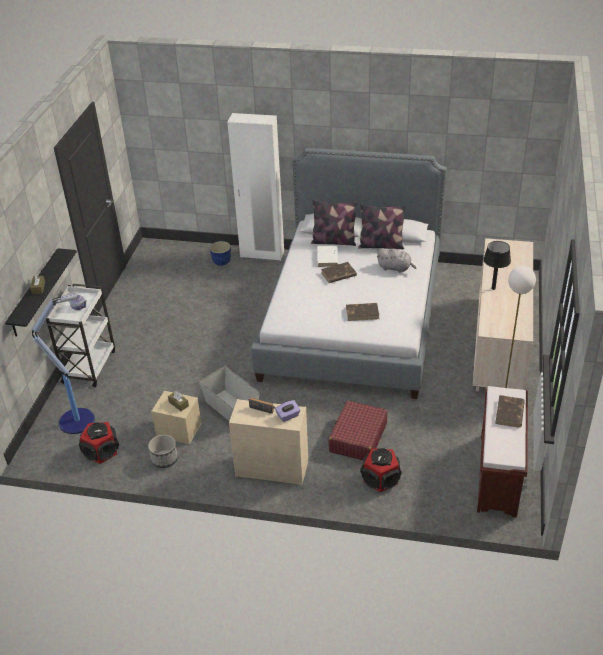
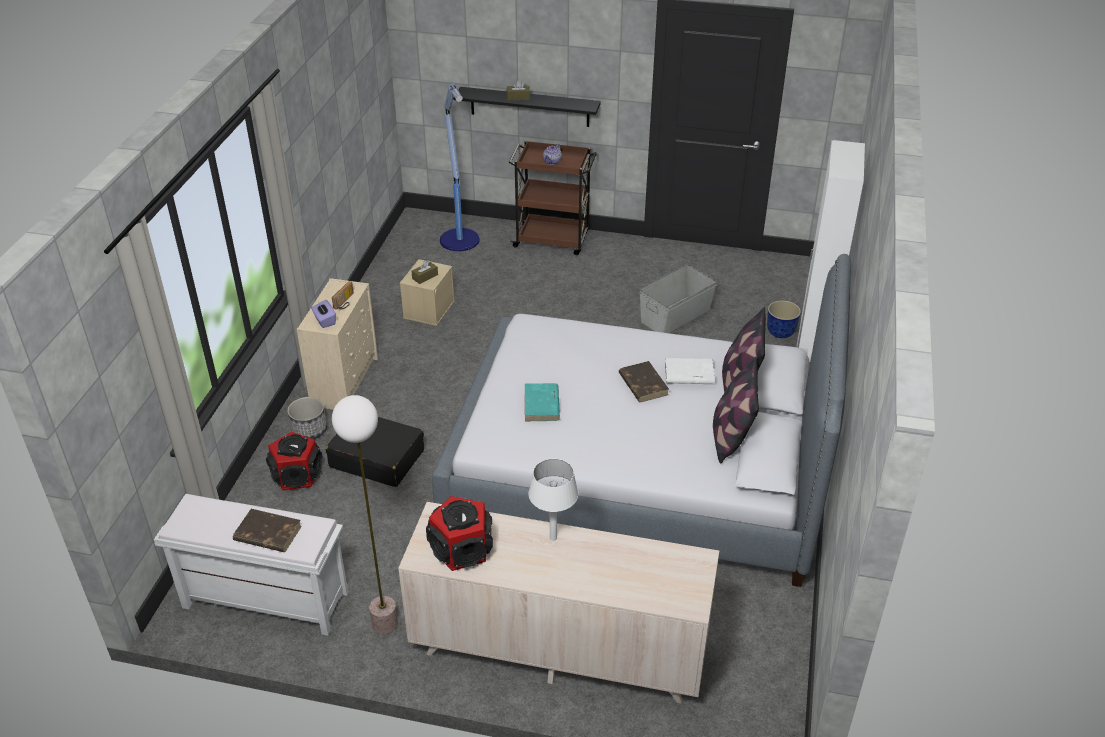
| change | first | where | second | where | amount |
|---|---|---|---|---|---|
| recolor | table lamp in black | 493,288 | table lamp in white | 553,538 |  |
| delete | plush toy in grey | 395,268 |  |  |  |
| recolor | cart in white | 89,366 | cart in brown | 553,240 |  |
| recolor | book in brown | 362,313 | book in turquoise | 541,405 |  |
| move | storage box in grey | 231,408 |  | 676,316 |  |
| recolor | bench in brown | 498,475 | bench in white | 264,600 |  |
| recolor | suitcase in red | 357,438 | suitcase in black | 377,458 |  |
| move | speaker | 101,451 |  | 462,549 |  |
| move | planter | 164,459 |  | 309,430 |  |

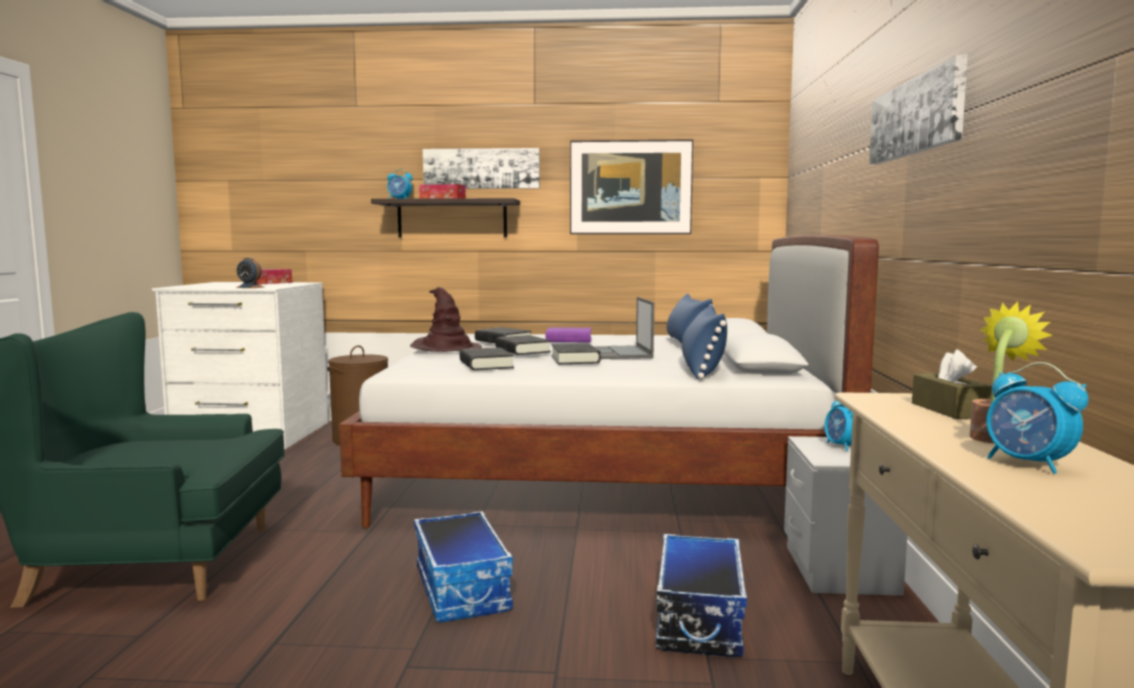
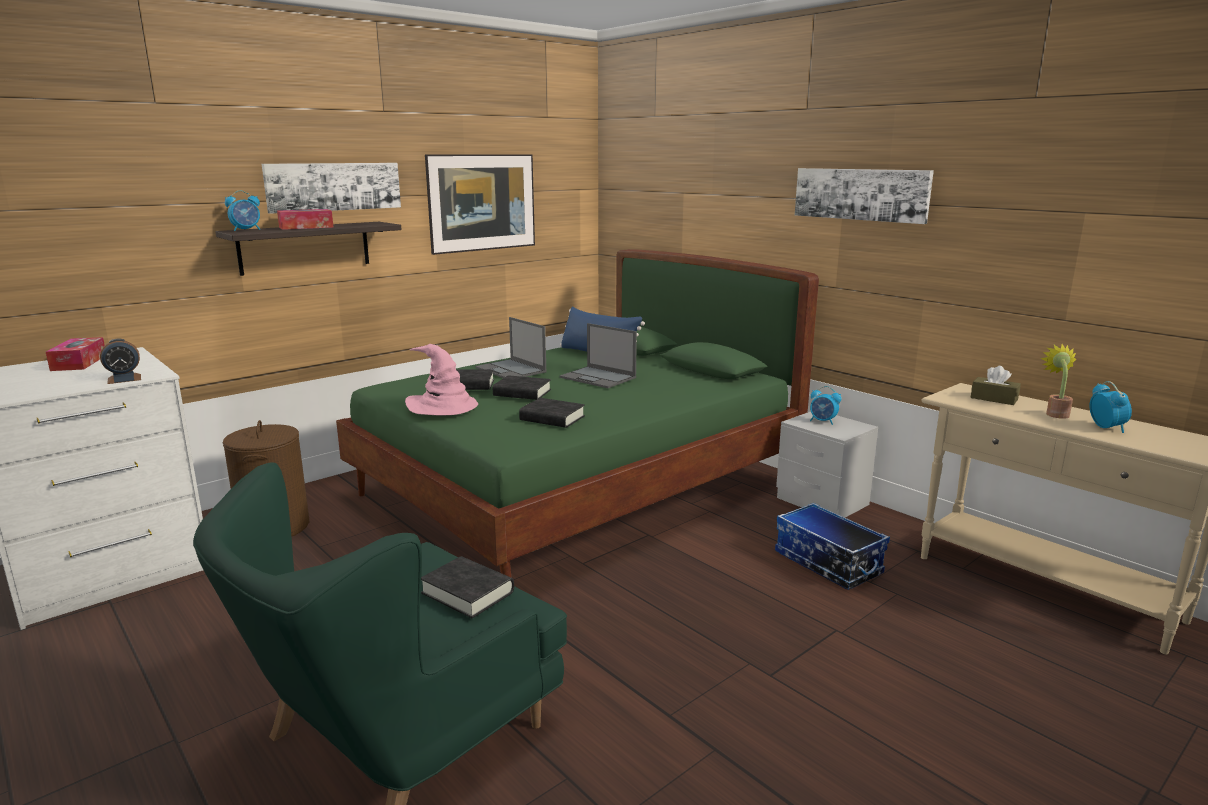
| change | first | where | second | where | amount |
|---|---|---|---|---|---|
| recolor | bed in white | 601,479 | bed in green | 580,489 |  |
| recolor | hat in brown | 446,348 | hat in pink | 443,406 |  |
| delete | pillow in blue | 702,367 |  |  |  |
| replace | book in purple | 569,340 | laptop | 511,370 |  |
| move | book in black | 575,359 |  | 467,592 |  |
| rotate | alarm clock | 1028,464 |  | 1106,428 | 105 degrees counterclockwise |
| delete | storage box | 463,589 |  |  |  |

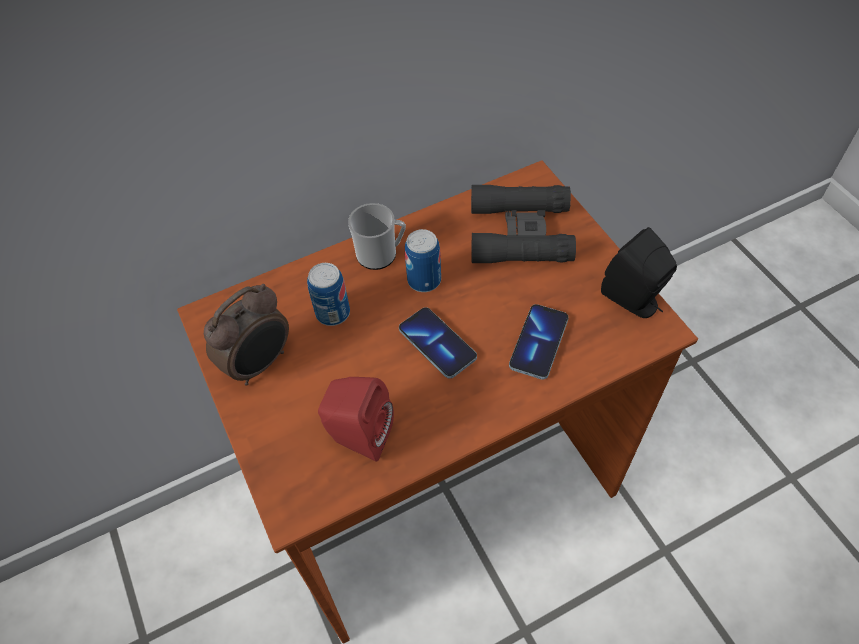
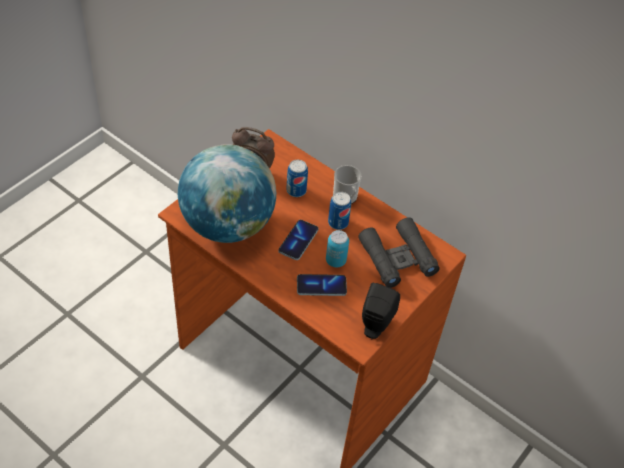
| change | first | where | second | where | amount |
|---|---|---|---|---|---|
| replace | speaker in red | 358,436 | globe | 228,225 |  |
| insert |  |  | can | 335,261 |  |

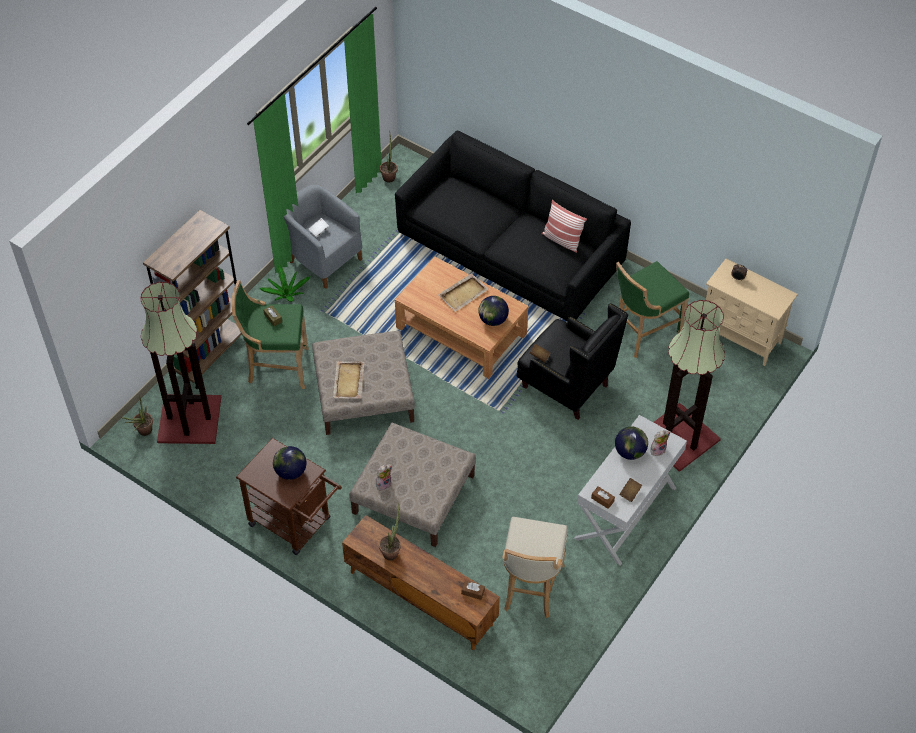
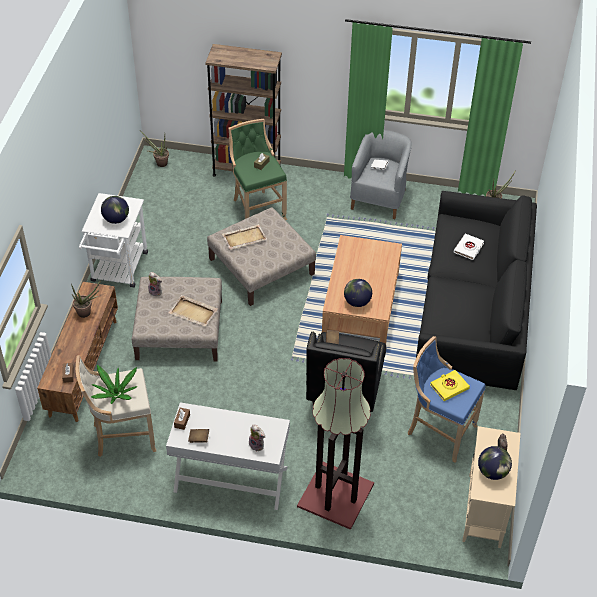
| change | first | where | second | where | amount |
|---|---|---|---|---|---|
| delete | pillow | 562,240 |  |  |  |
| recolor | stool in green | 642,333 | stool in blue | 439,431 |  |
| move | potted plant | 286,294 |  | 116,394 |  |
| move | tray in beige | 463,293 |  | 193,312 |  |
| delete | floor lamp | 188,419 |  |  |  |
| move | globe | 630,452 |  | 492,472 |  |
| recolor | cart in brown | 295,524 | cart in white | 118,271 |  |
| insert |  |  | book in white | 468,248 |  |
| insert |  |  | book in yellow | 449,387 |  |

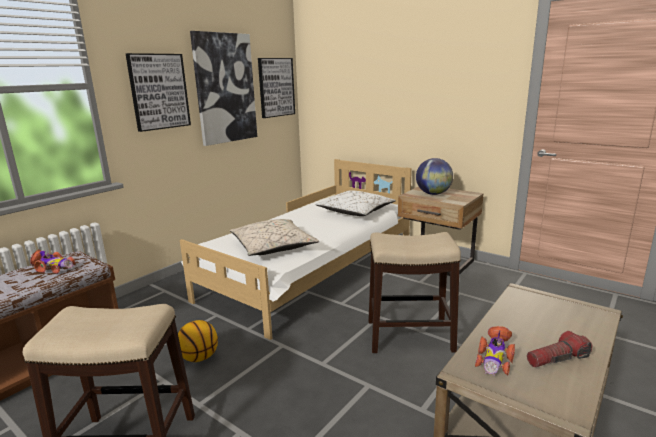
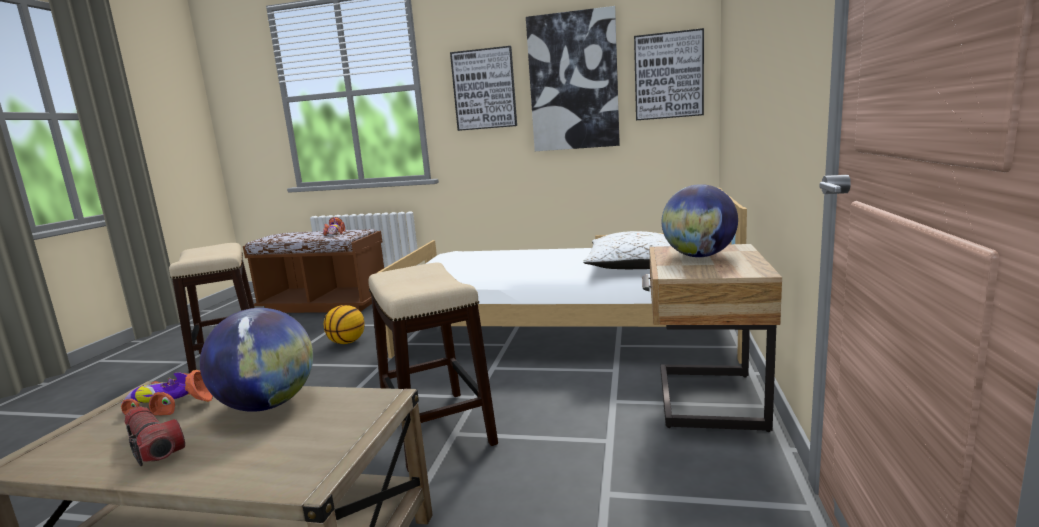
| change | first | where | second | where | amount |
|---|---|---|---|---|---|
| delete | pillow in beige | 273,247 |  |  |  |
| insert |  |  | globe | 268,404 |  |

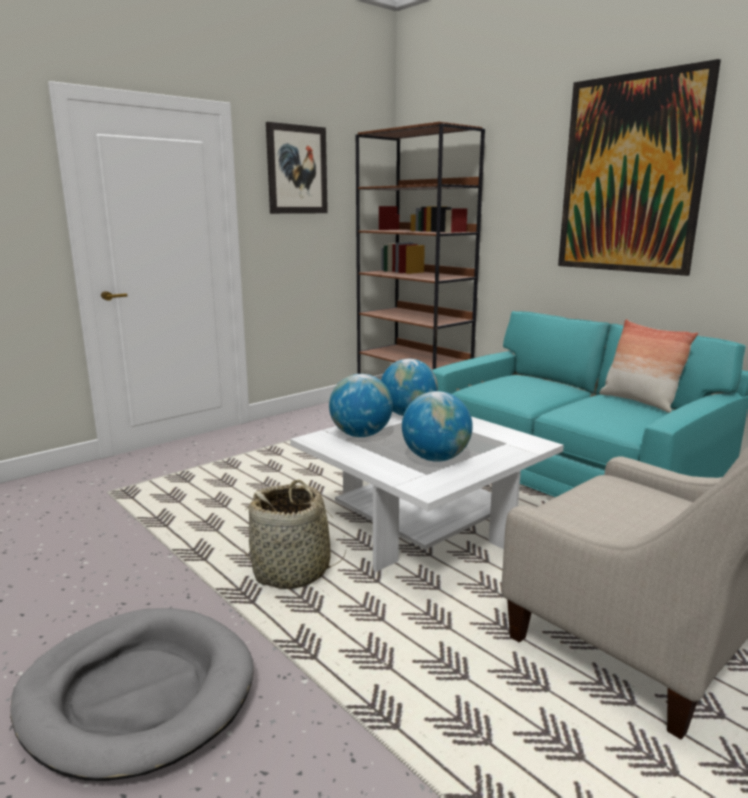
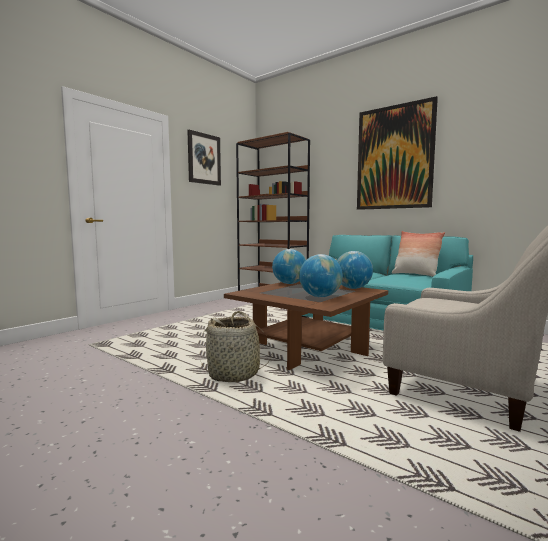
| change | first | where | second | where | amount |
|---|---|---|---|---|---|
| move | globe | 360,435 |  | 352,288 |  |
| recolor | coffee table in white | 422,528 | coffee table in brown | 307,349 |  |
| delete | dog bed in grey | 138,694 |  |  |  |

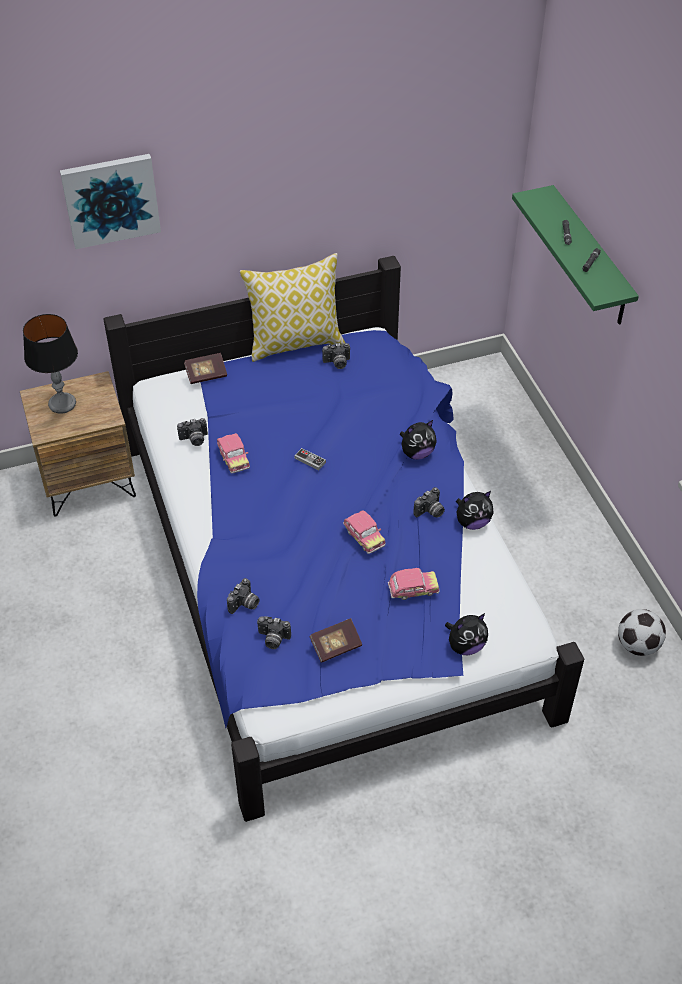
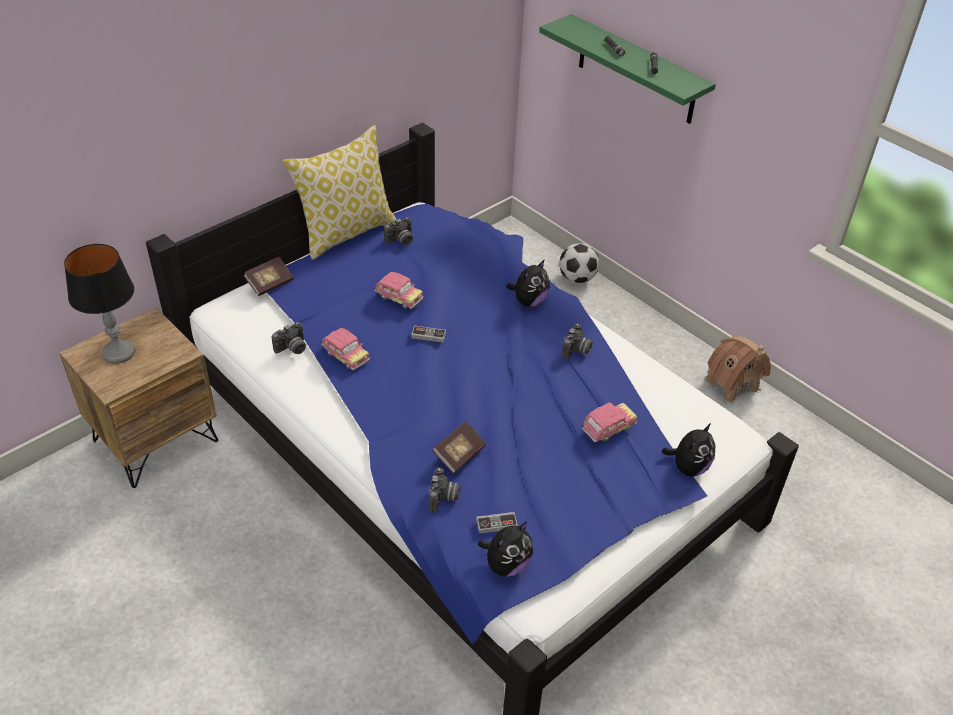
| change | first | where | second | where | amount |
|---|---|---|---|---|---|
| delete | picture | 111,199 |  |  |  |
| move | plush toy | 472,522 |  | 506,565 |  |
| move | toy car | 363,537 |  | 398,297 |  |
| move | football | 637,645 |  | 577,278 |  |
| replace | photo camera | 273,639 | game controller | 496,524 |  |
| move | book | 336,646 |  | 459,454 |  |
| insert |  |  | toy house | 732,385 |  |

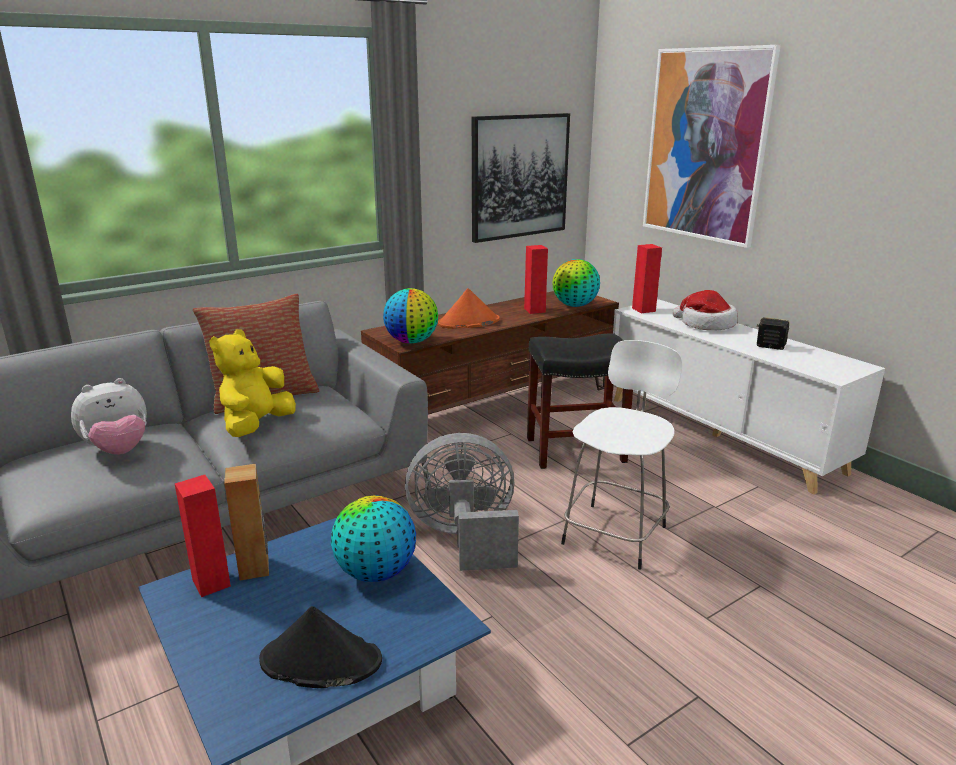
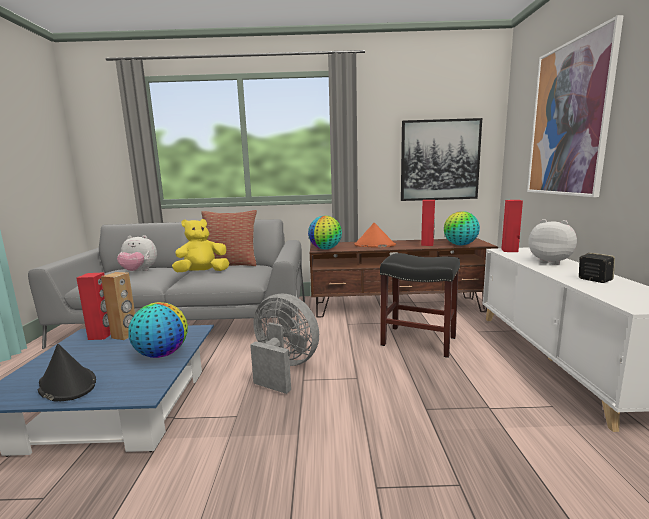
| change | first | where | second | where | amount |
|---|---|---|---|---|---|
| replace | hat | 706,324 | plush toy | 551,262 |  |
| delete | stool in white | 616,533 |  |  |  |

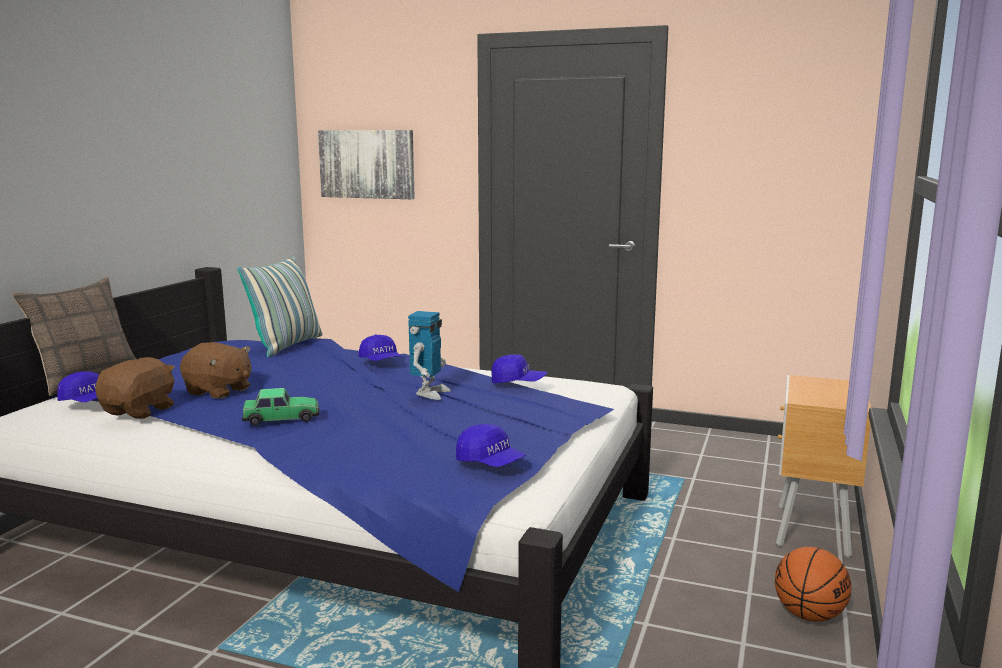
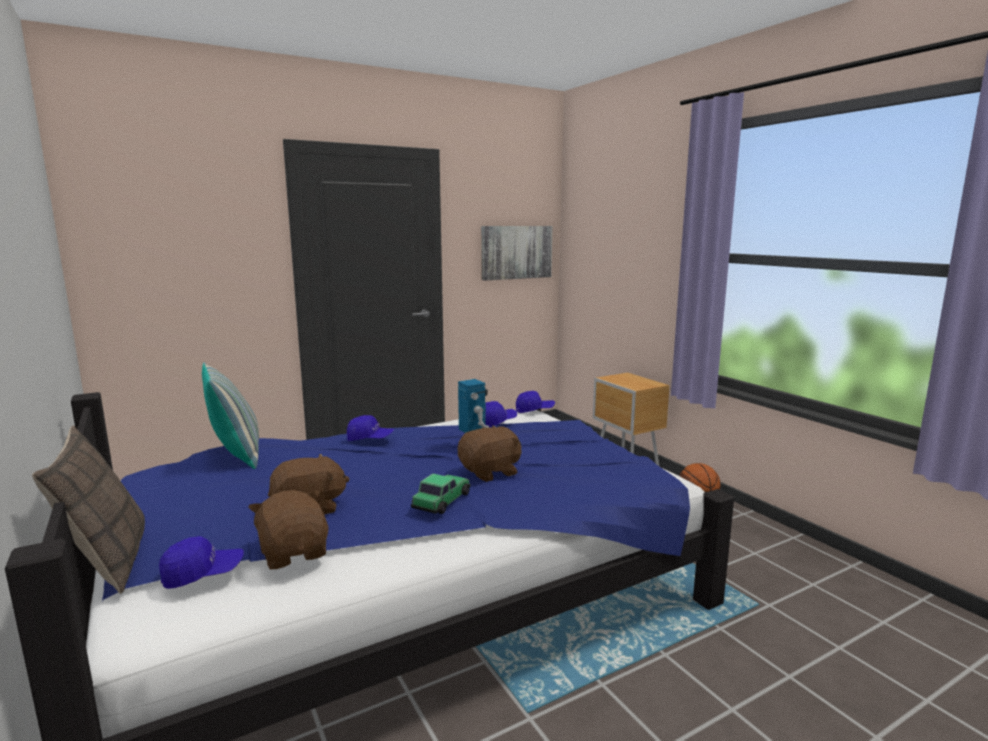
| change | first | where | second | where | amount |
|---|---|---|---|---|---|
| move | picture | 367,164 |  | 516,252 |  |
| move | cap in blue | 490,463 |  | 534,410 |  |
| insert |  |  | plush toy in brown | 490,472 |  |

